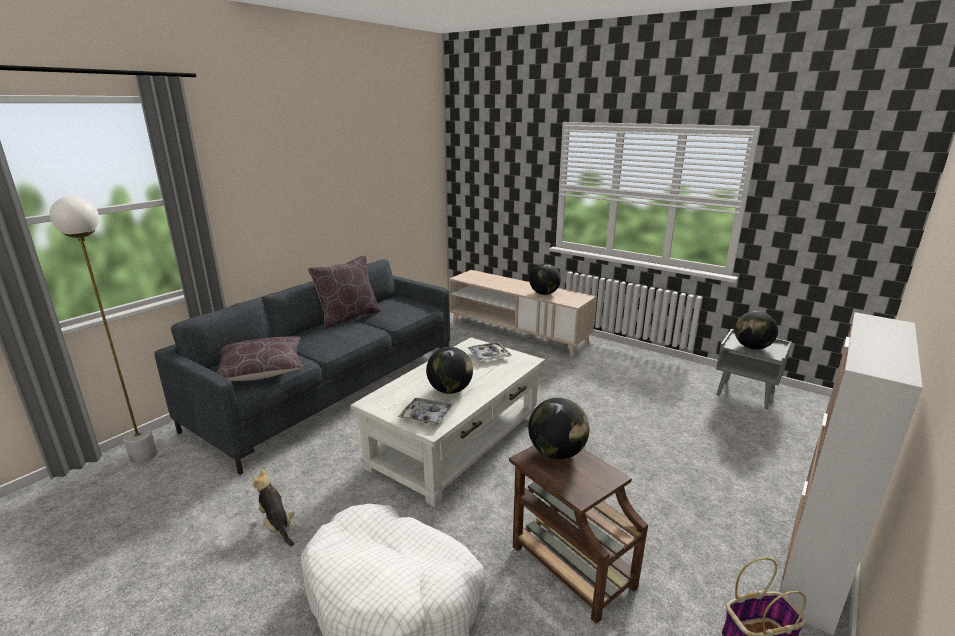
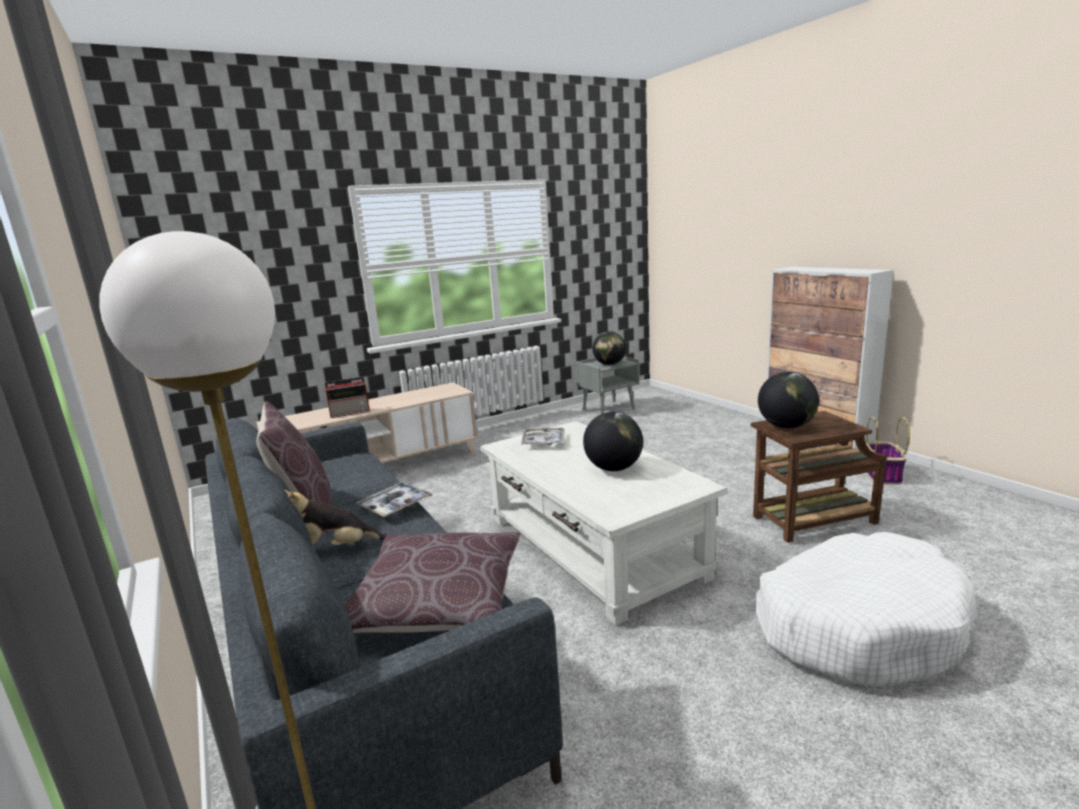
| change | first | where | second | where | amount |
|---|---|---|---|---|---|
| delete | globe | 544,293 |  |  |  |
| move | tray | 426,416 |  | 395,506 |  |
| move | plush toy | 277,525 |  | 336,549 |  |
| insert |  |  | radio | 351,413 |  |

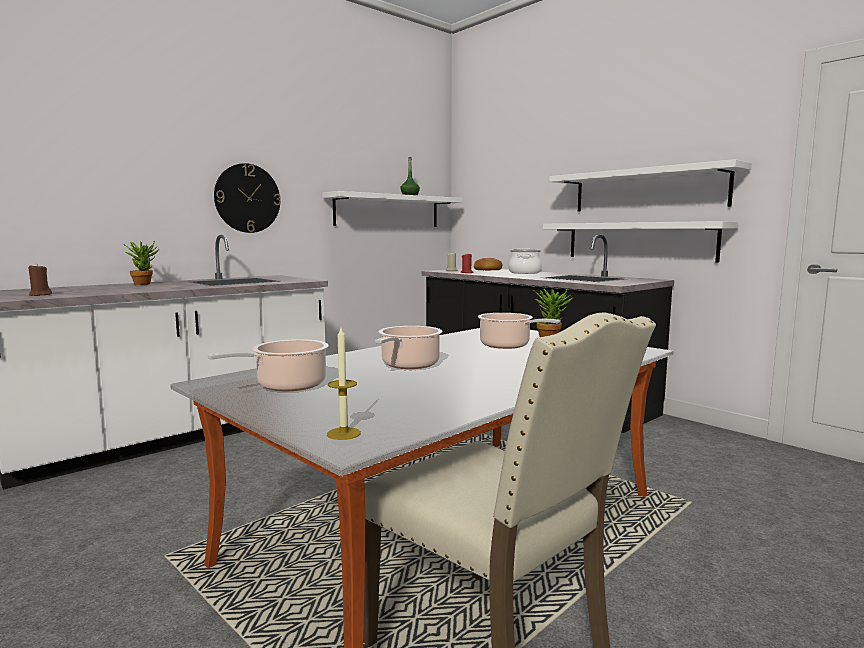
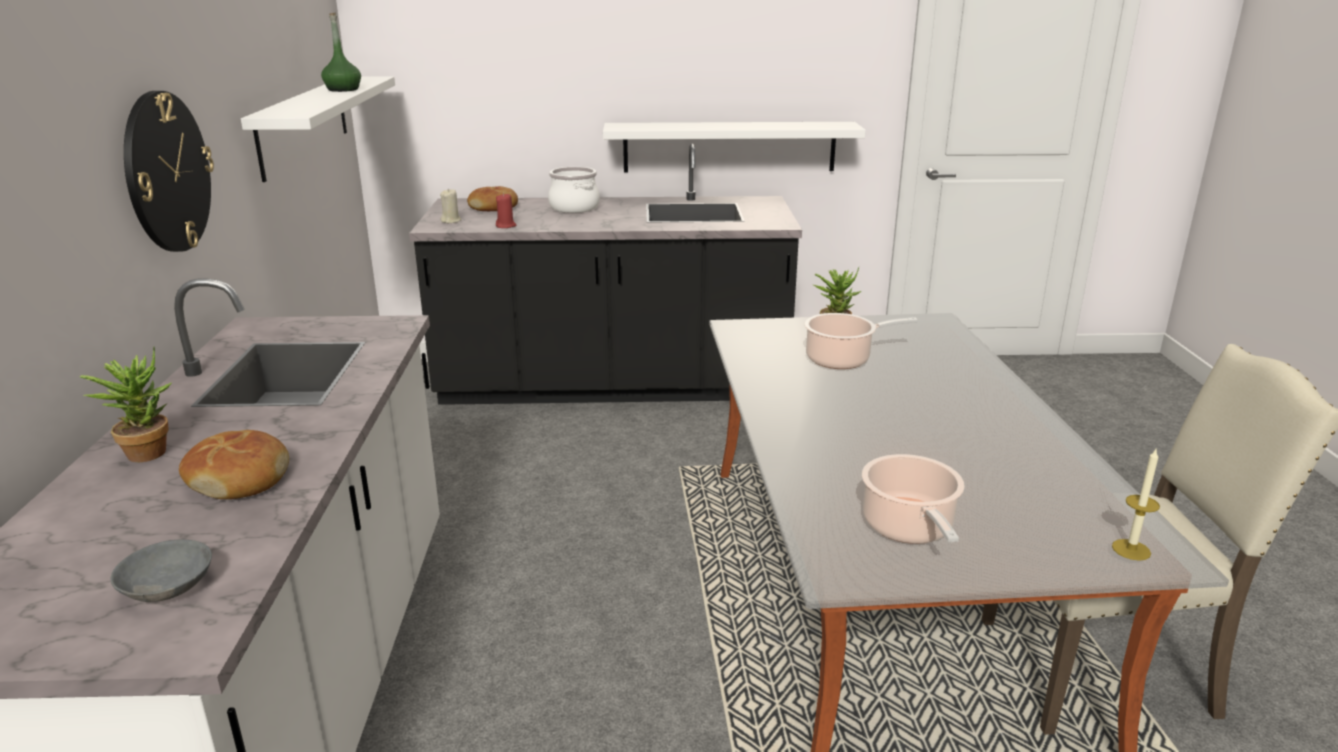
| change | first | where | second | where | amount |
|---|---|---|---|---|---|
| delete | shelf in white | 647,190 |  |  |  |
| replace | candle in brown | 40,295 | bowl in grey | 165,586 |  |
| delete | cooking pot | 408,365 |  |  |  |
| insert |  |  | bread | 239,478 |  |

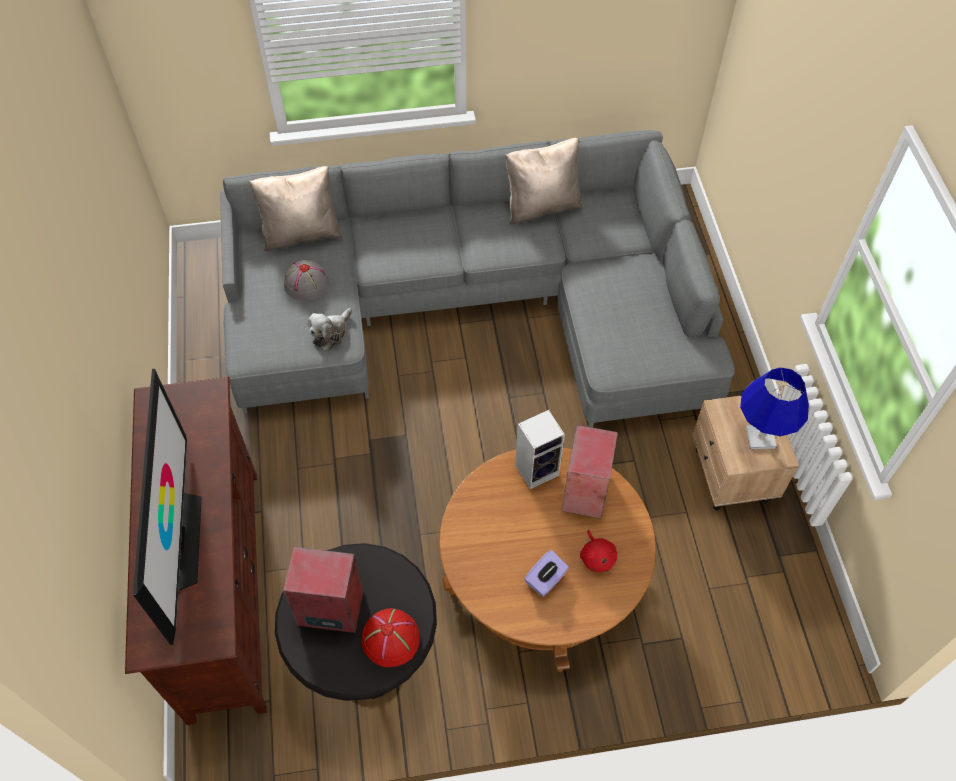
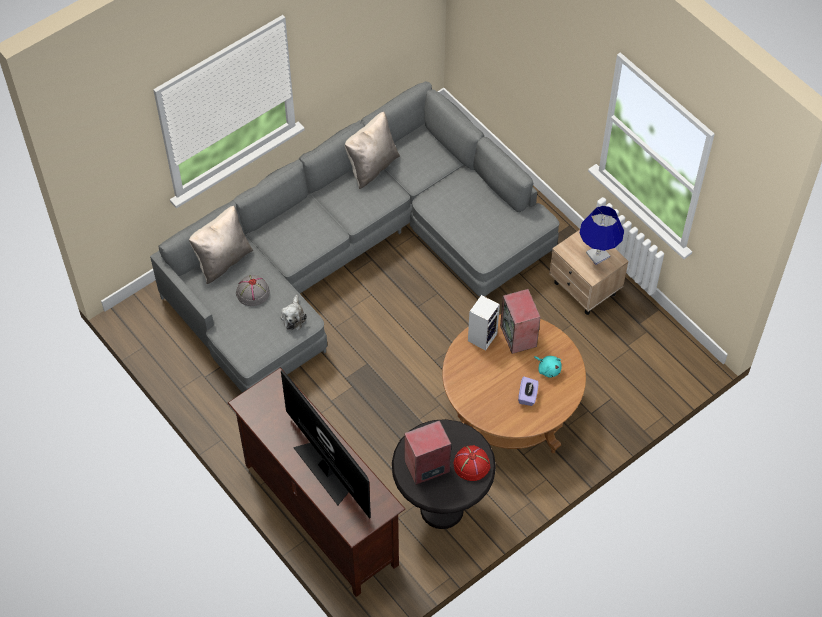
| change | first | where | second | where | amount |
|---|---|---|---|---|---|
| recolor | plush toy in red | 597,557 | plush toy in turquoise | 548,369 |  |

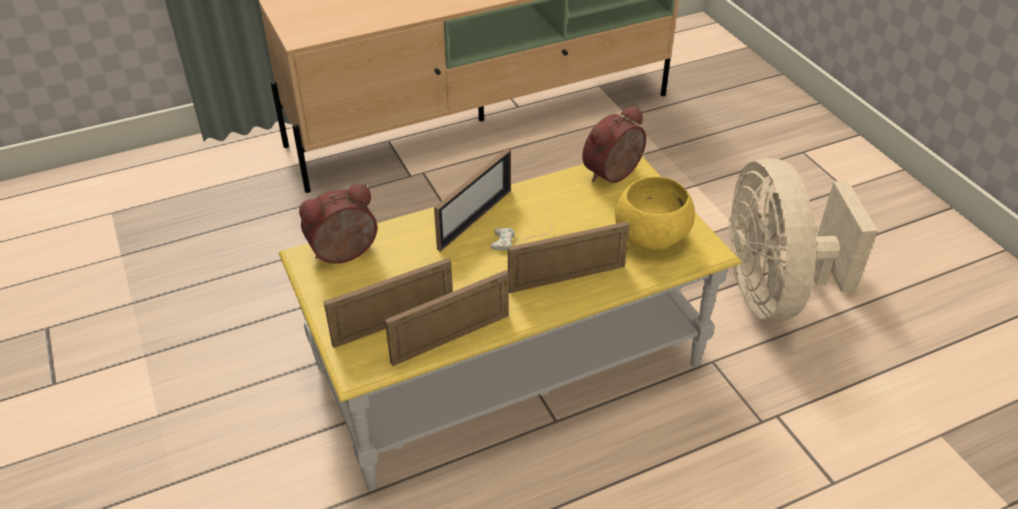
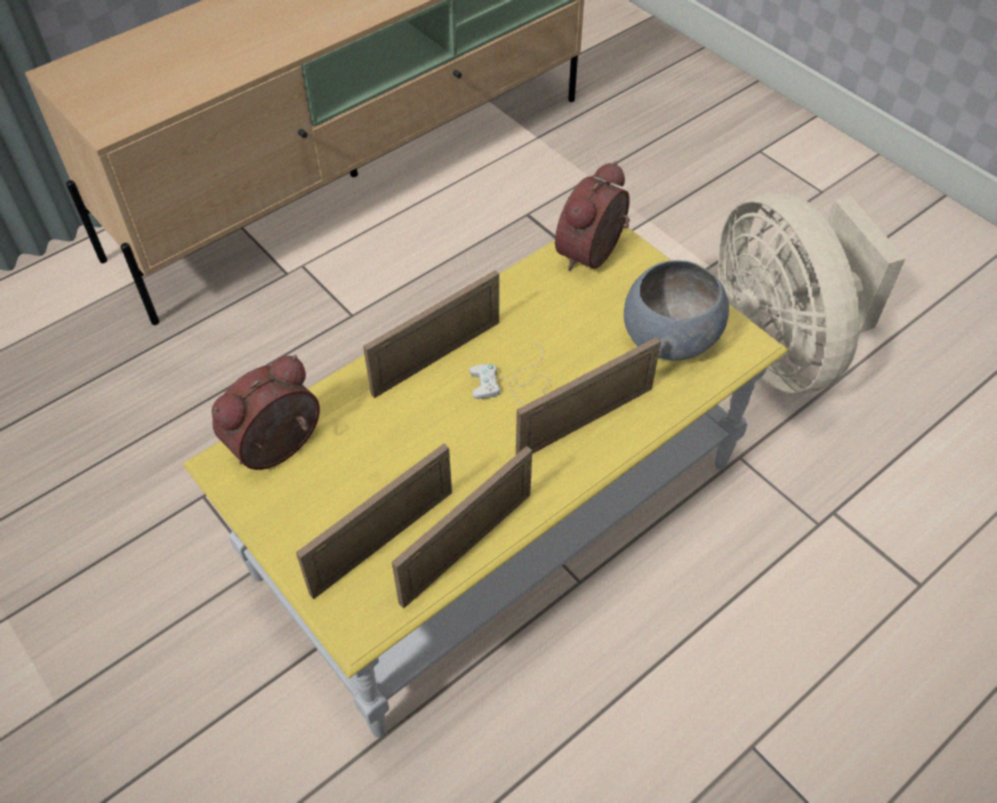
| change | first | where | second | where | amount |
|---|---|---|---|---|---|
| rotate | picture frame | 475,219 |  | 436,357 | 150 degrees counterclockwise |
| recolor | bowl in yellow | 649,236 | bowl in grey | 667,338 |  |

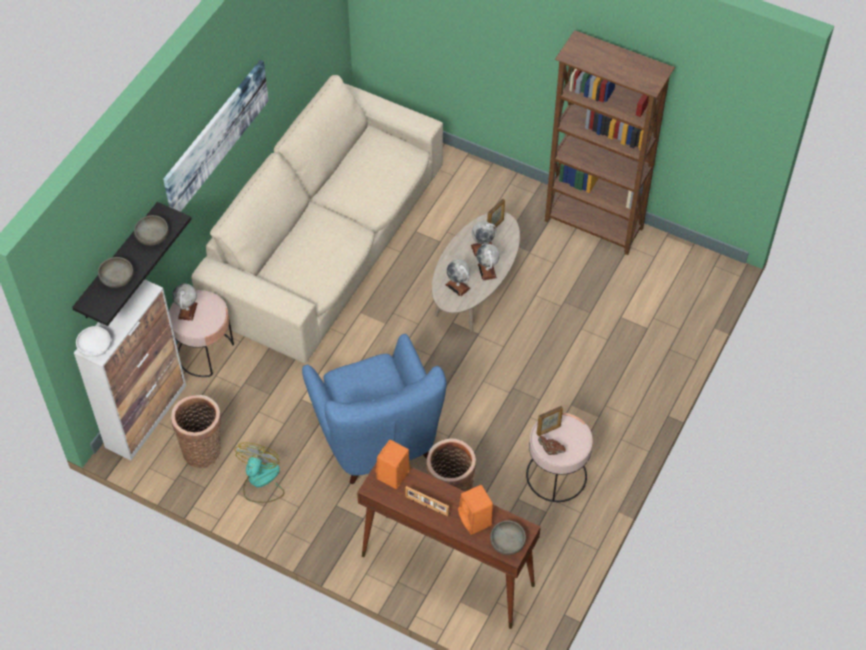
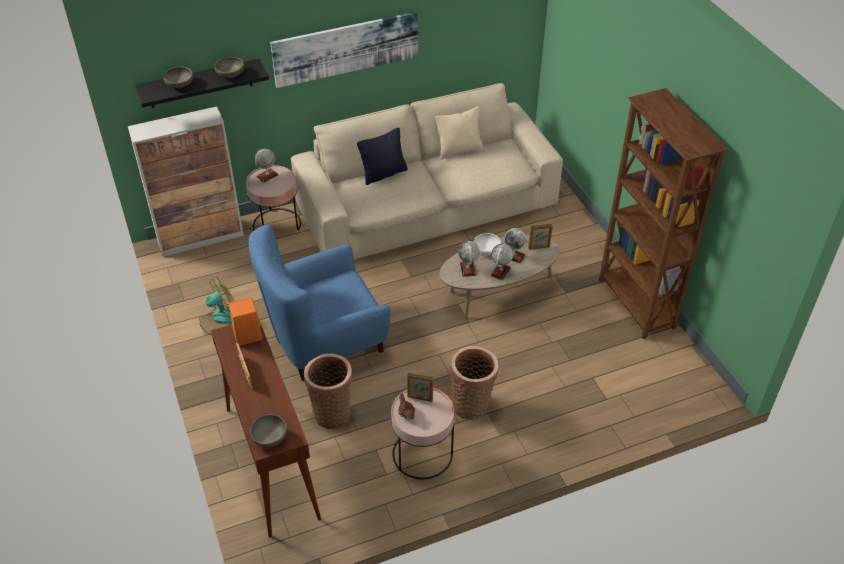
| change | first | where | second | where | amount |
|---|---|---|---|---|---|
| move | bowl in white | 95,348 |  | 487,250 |  |
| rotate | armchair in blue | 376,436 |  | 324,341 | 45 degrees clockwise |
| move | basket | 203,449 |  | 472,404 |  |
| delete | speaker in orange | 476,521 |  |  |  |
| insert |  |  | pillow in beige | 459,150 |  |
| insert |  |  | pillow in black | 383,174 |  |

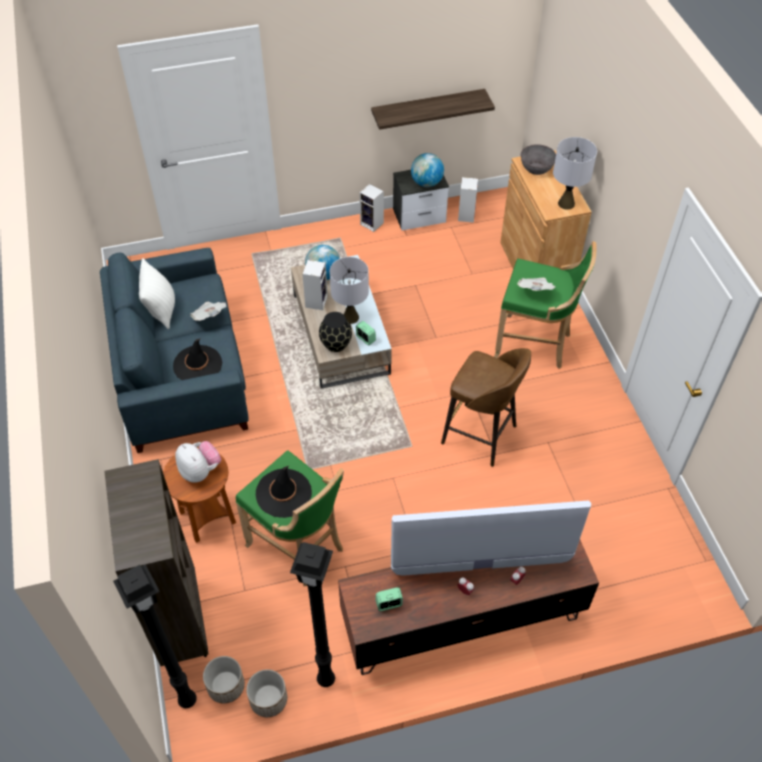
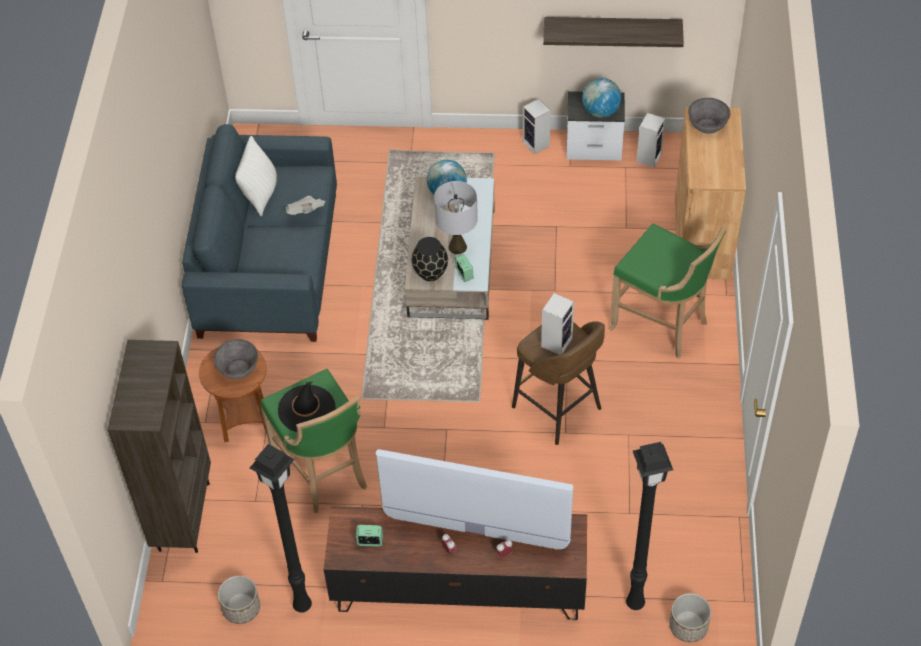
| change | first | where | second | where | amount |
|---|---|---|---|---|---|
| delete | table lamp in grey | 566,204 |  |  |  |
| move | speaker | 316,301 |  | 556,341 |  |
| delete | newspaper | 535,291 |  |  |  |
| delete | hat in black | 197,365 |  |  |  |
| replace | plush toy | 200,471 | bowl in grey | 238,368 |  |
| move | floor lamp in black | 187,702 |  | 634,605 |  |
| move | planter | 226,685 |  | 688,626 |  |

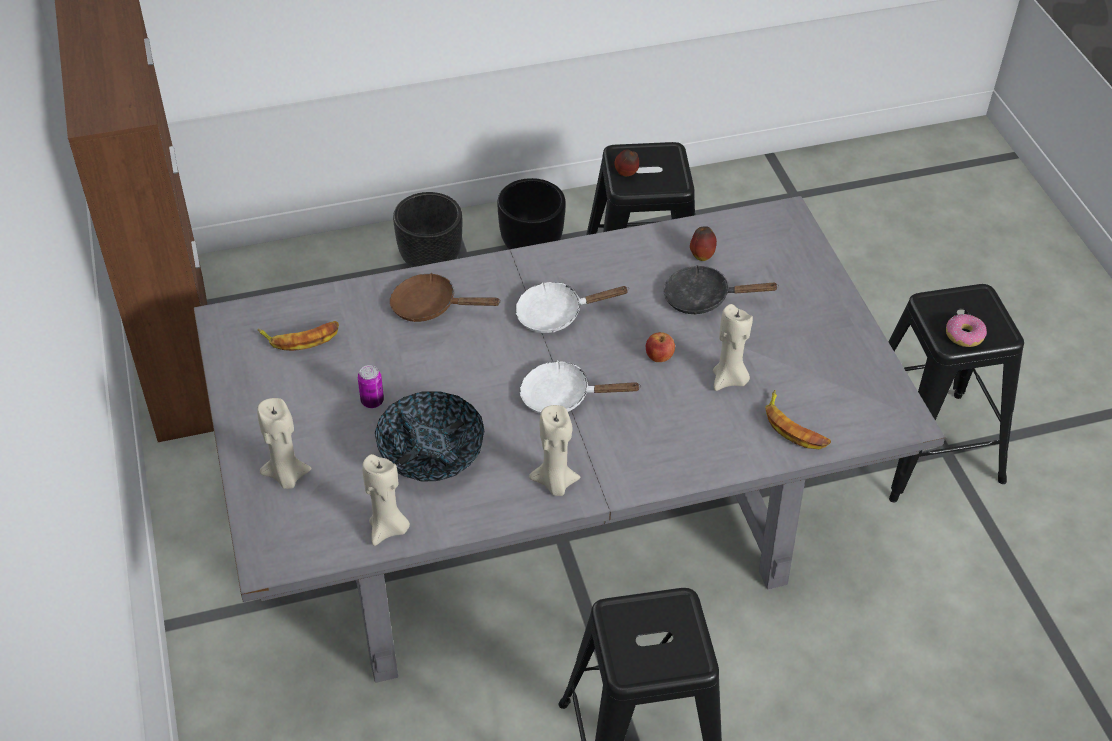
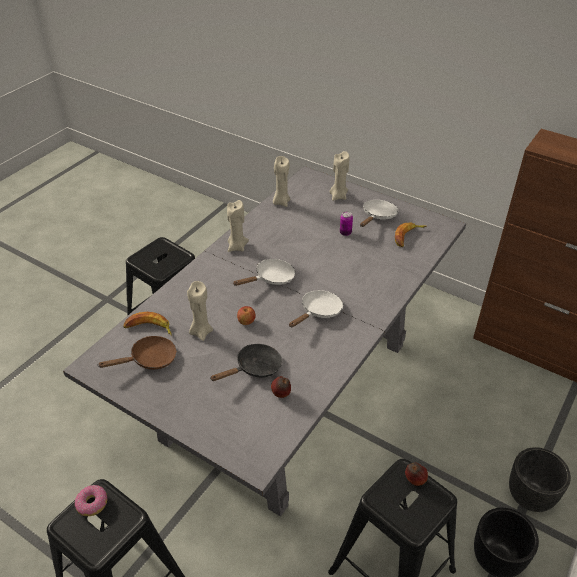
| change | first | where | second | where | amount |
|---|---|---|---|---|---|
| move | frying pan in brown | 431,307 |  | 149,359 |  |
| delete | bowl | 431,456 |  |  |  |
| insert |  |  | frying pan in white | 378,216 |  |

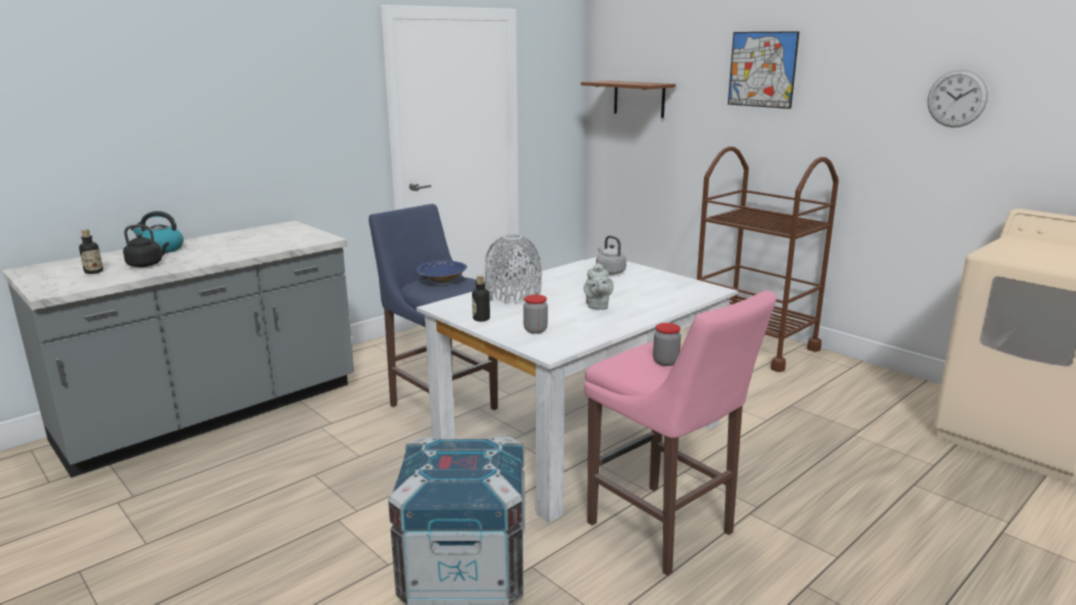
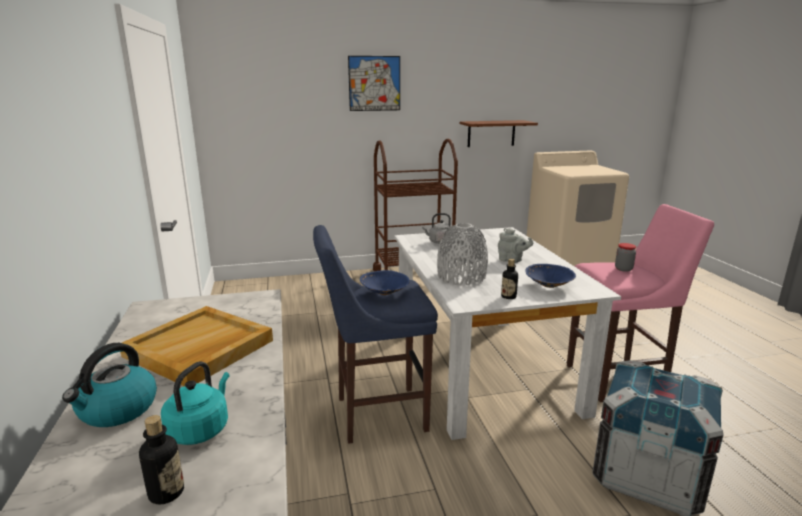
| change | first | where | second | where | amount |
|---|---|---|---|---|---|
| delete | wall clock | 957,98 |  |  |  |
| move | shelf in brown | 639,98 |  | 491,133 |  |
| recolor | kettle in black | 147,264 | kettle in turquoise | 200,429 |  |
| replace | jar | 535,330 | bowl in blue | 548,286 |  |
| insert |  |  | tray in beige | 199,349 |  |

